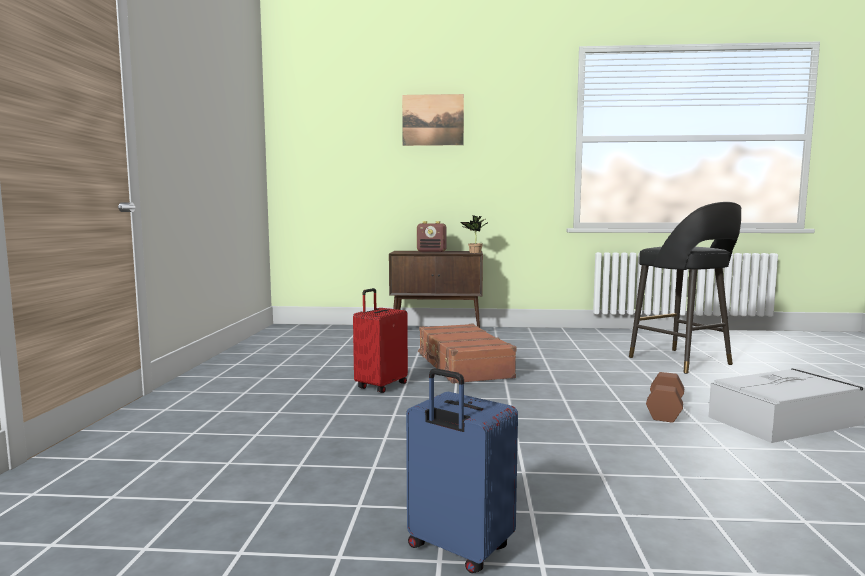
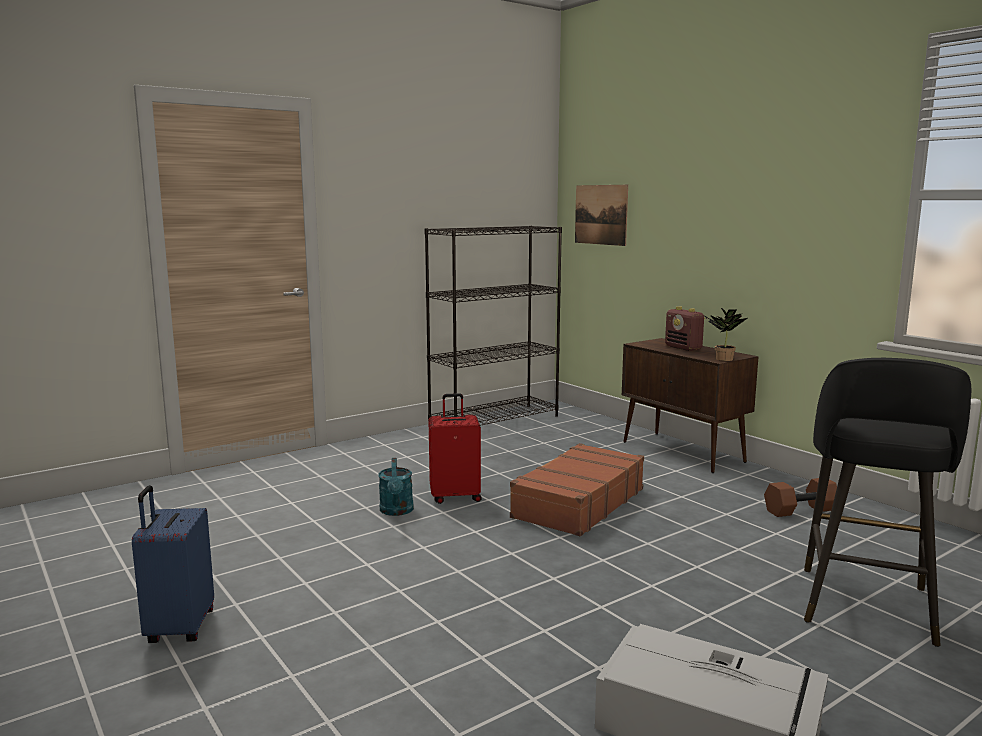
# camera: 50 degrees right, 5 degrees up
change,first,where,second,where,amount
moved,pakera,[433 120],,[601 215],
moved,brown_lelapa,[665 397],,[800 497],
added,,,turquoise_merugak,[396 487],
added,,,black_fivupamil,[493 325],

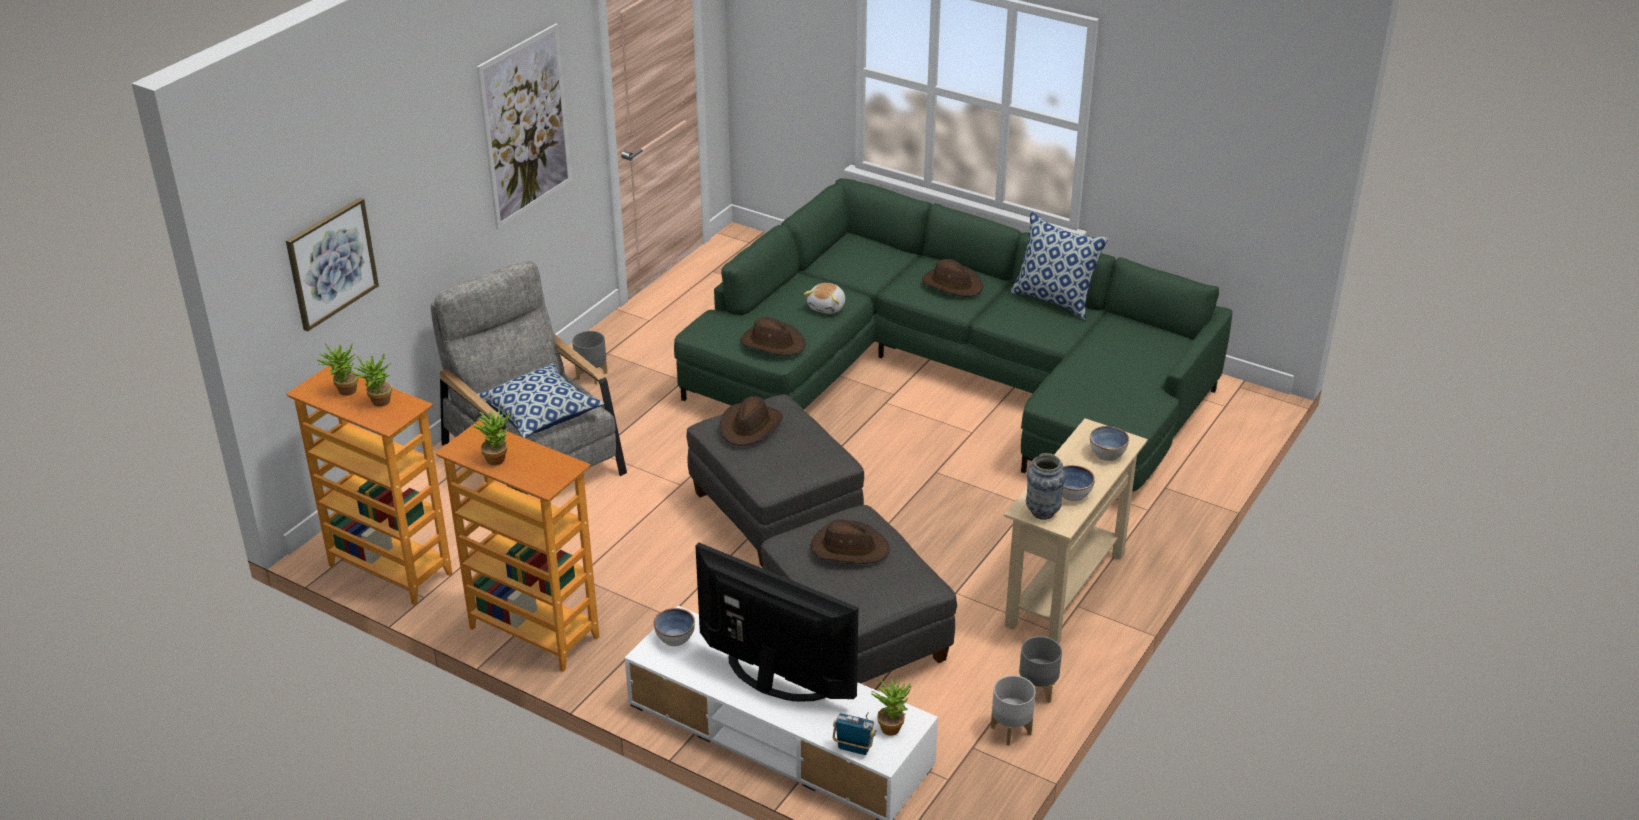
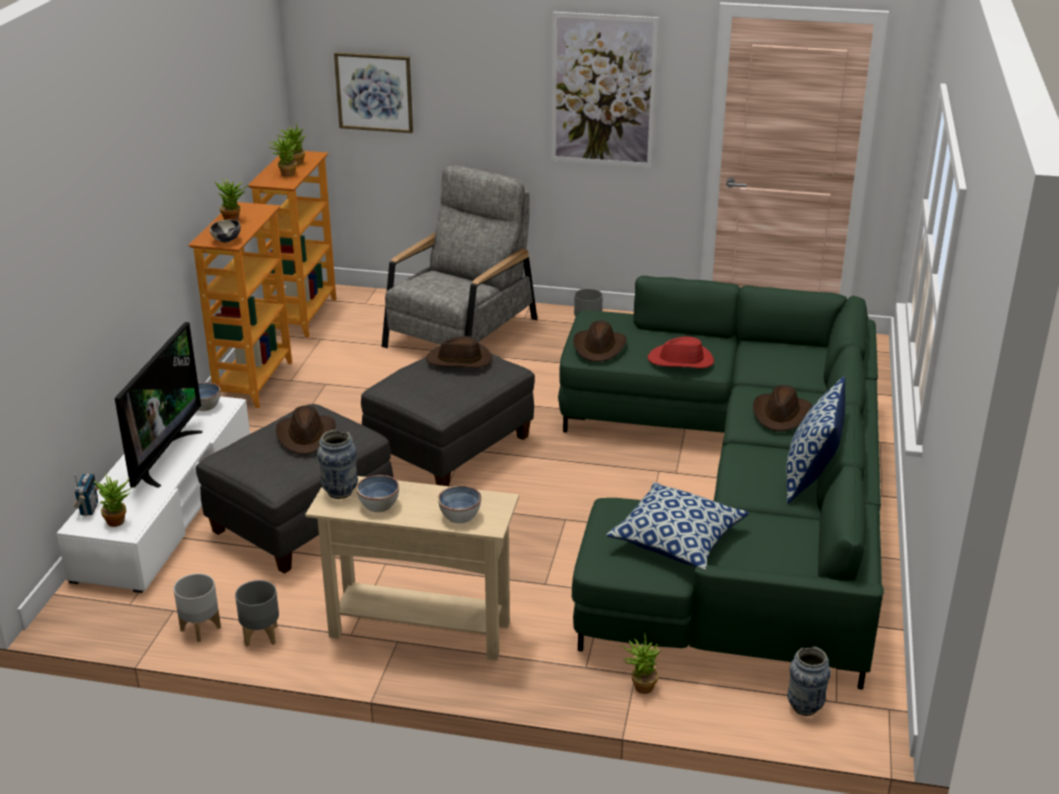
# camera: 70 degrees right, 5 degrees down
change,first,where,second,where,amount
moved,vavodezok,[541 400],,[677 526],
replaced,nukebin,[824 298],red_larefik,[680 352],
added,,,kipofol,[225 231],
added,,,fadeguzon,[641 663],
added,,,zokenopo,[809 681],

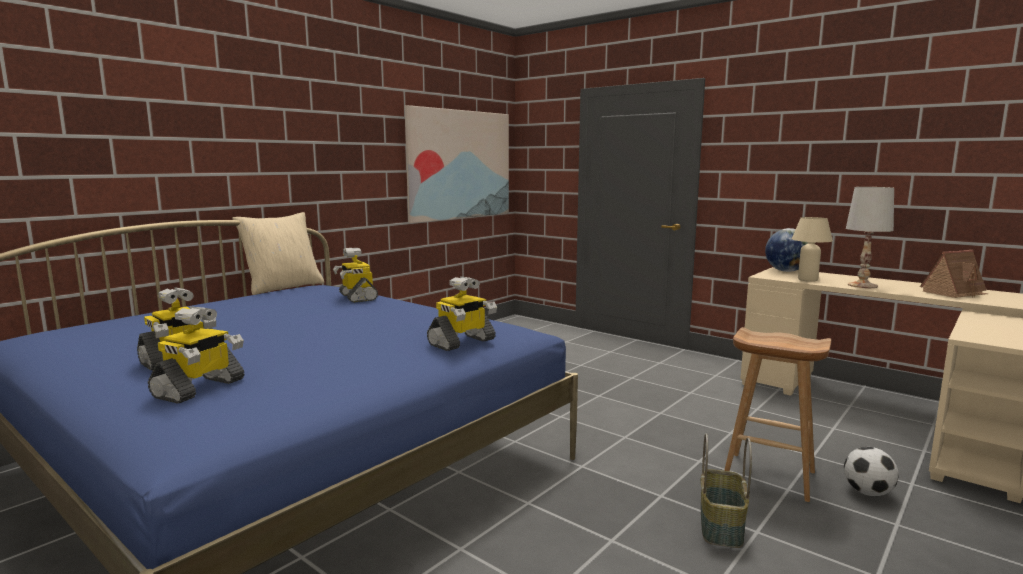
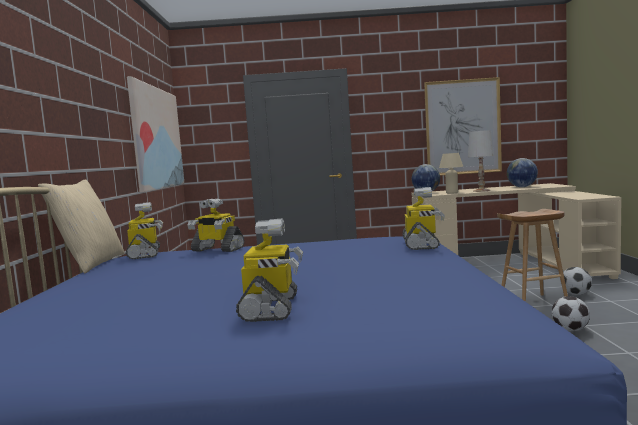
# camera: 40 degrees left, 5 degrees down
change,first,where,second,where,amount
moved,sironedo,[196 355],,[144 230],
replaced,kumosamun,[726 490],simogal,[571 313],
replaced,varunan,[954 274],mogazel,[522 172],
added,,,pakera,[463 126],

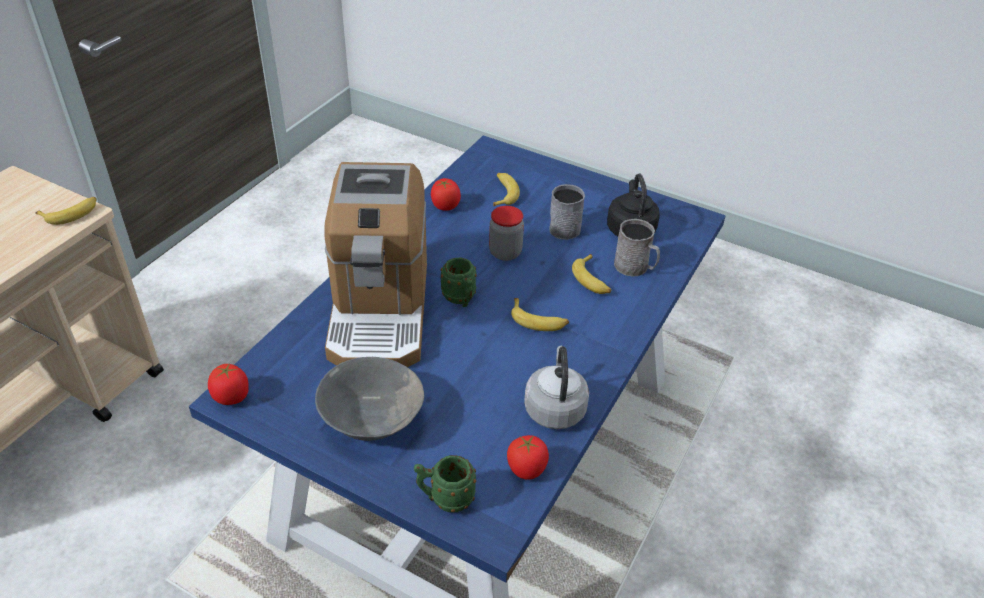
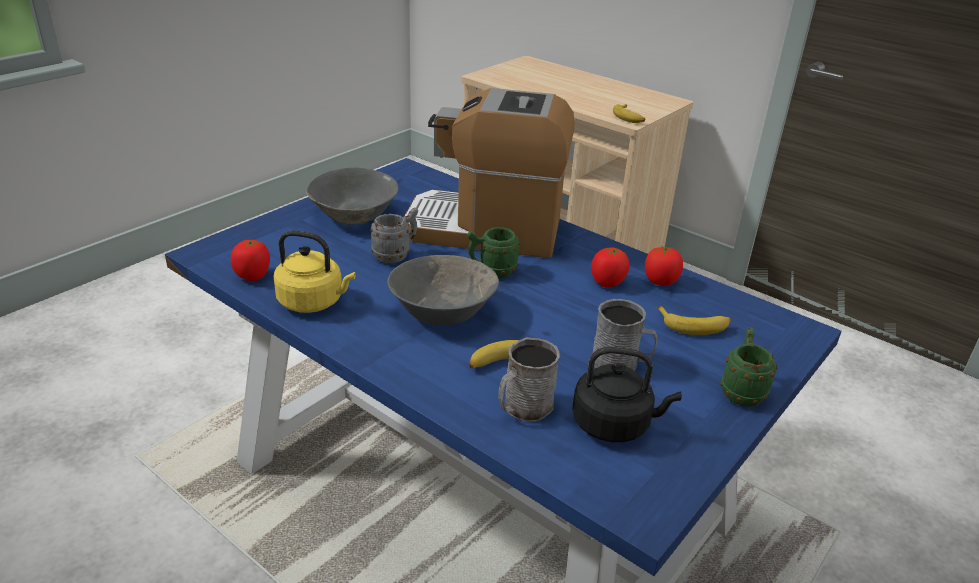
# camera: 100 degrees right, 10 degrees down
change,first,where,second,where,amount
moved,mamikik,[228 384],,[610 267],
moved,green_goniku,[445 483],,[748 367],
removed,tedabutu,[506 233],,,
replaced,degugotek,[540 314],grey_kipofol,[443 290],
recoloured,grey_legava,[556 387],yellow_legava,[315 271],
added,,,grey_goniku,[394 235],

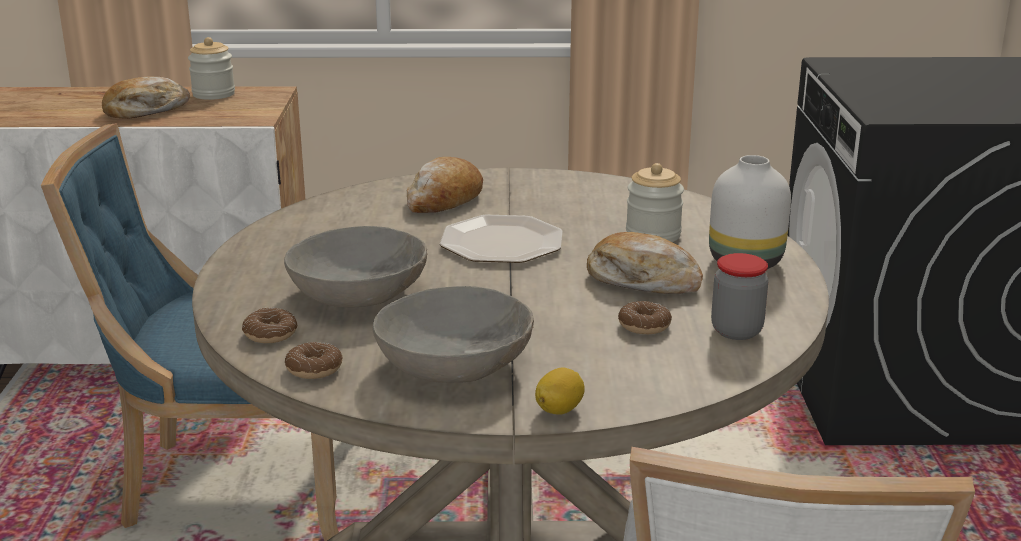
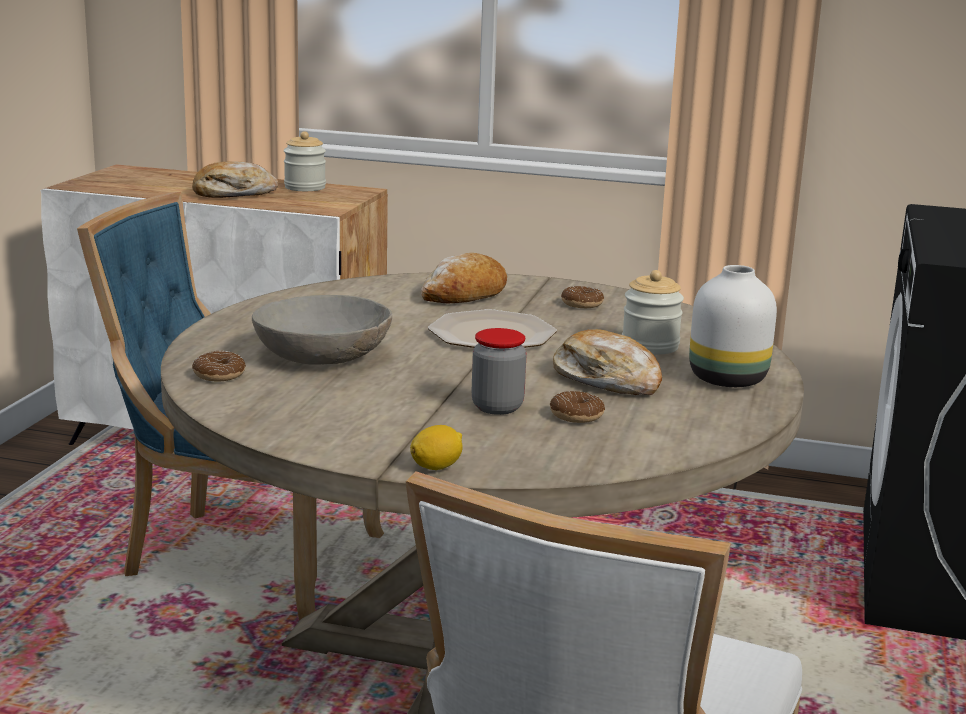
# camera: 15 degrees right, 5 degrees down
change,first,where,second,where,amount
moved,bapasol,[314 360],,[582 297],
removed,grey_kipofol,[453 334],,,
moved,tedabutu,[740 296],,[499 371],

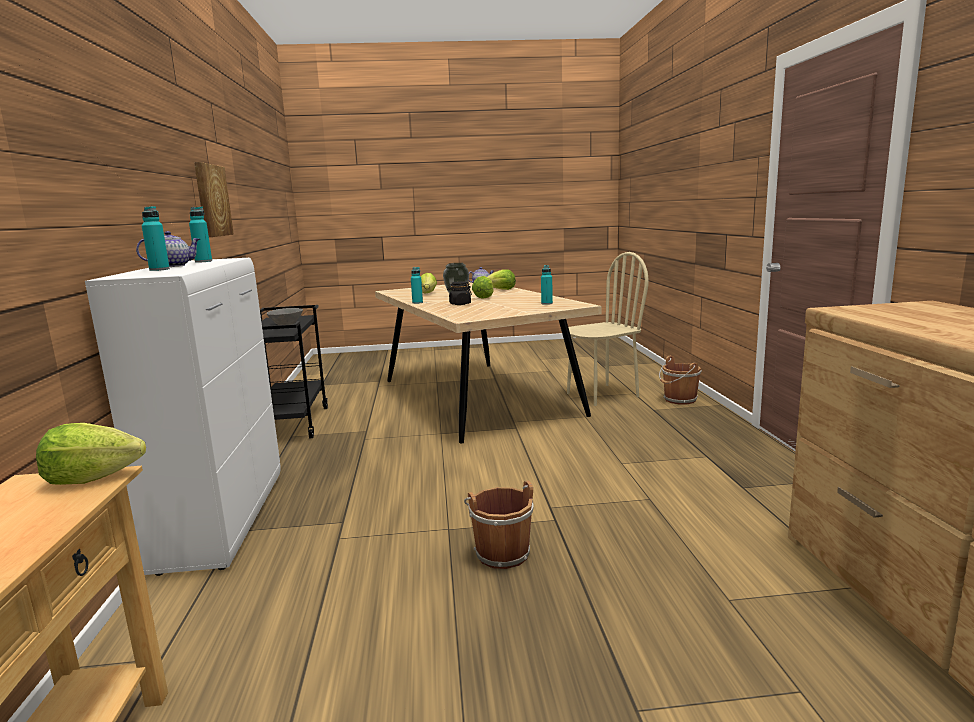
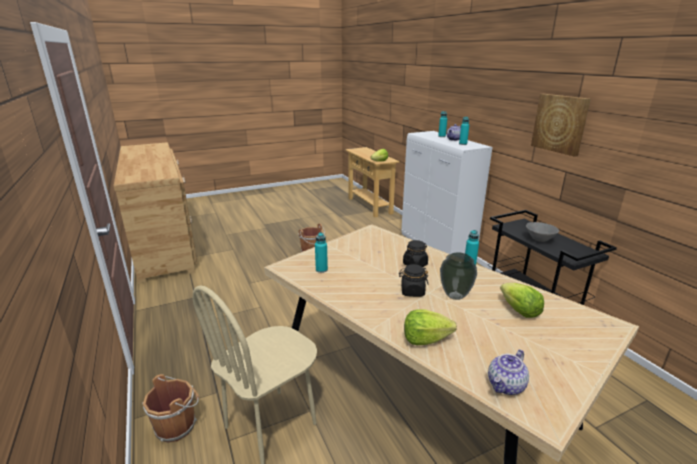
# camera: 160 degrees right, 10 degrees up
change,first,where,second,where,amount
replaced,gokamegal,[483 287],black_tedabutu,[414 280],

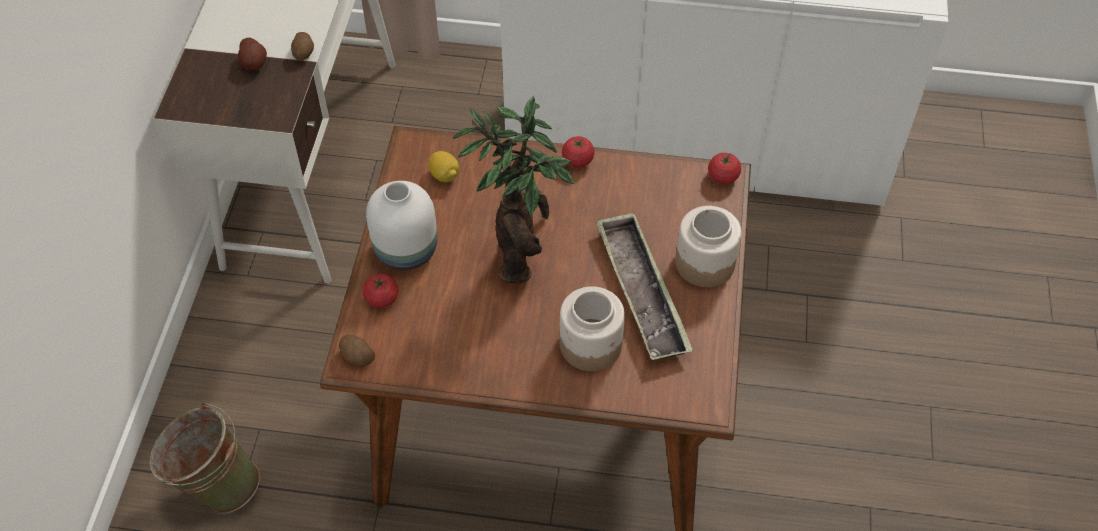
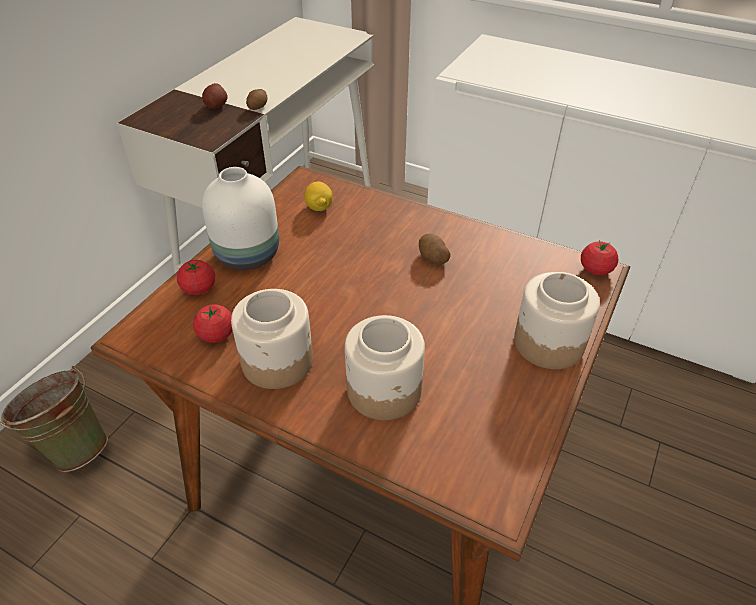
# camera: 20 degrees right, 10 degrees down
change,first,where,second,where,amount
moved,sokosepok,[357 350],,[435 249],
removed,fadeguzon,[513 189],,,
moved,mamikik,[578 152],,[213 323],
removed,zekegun,[644 286],,,
added,,,tedabutu,[272 339],

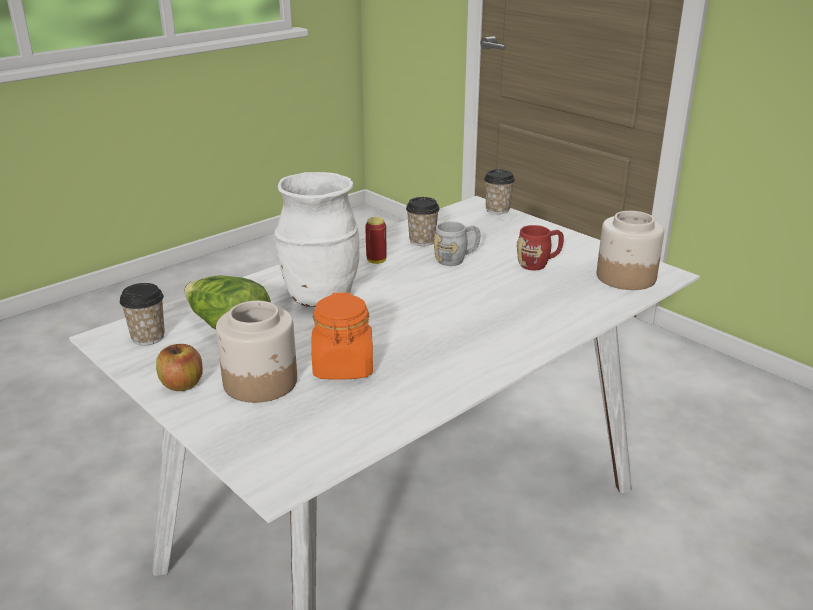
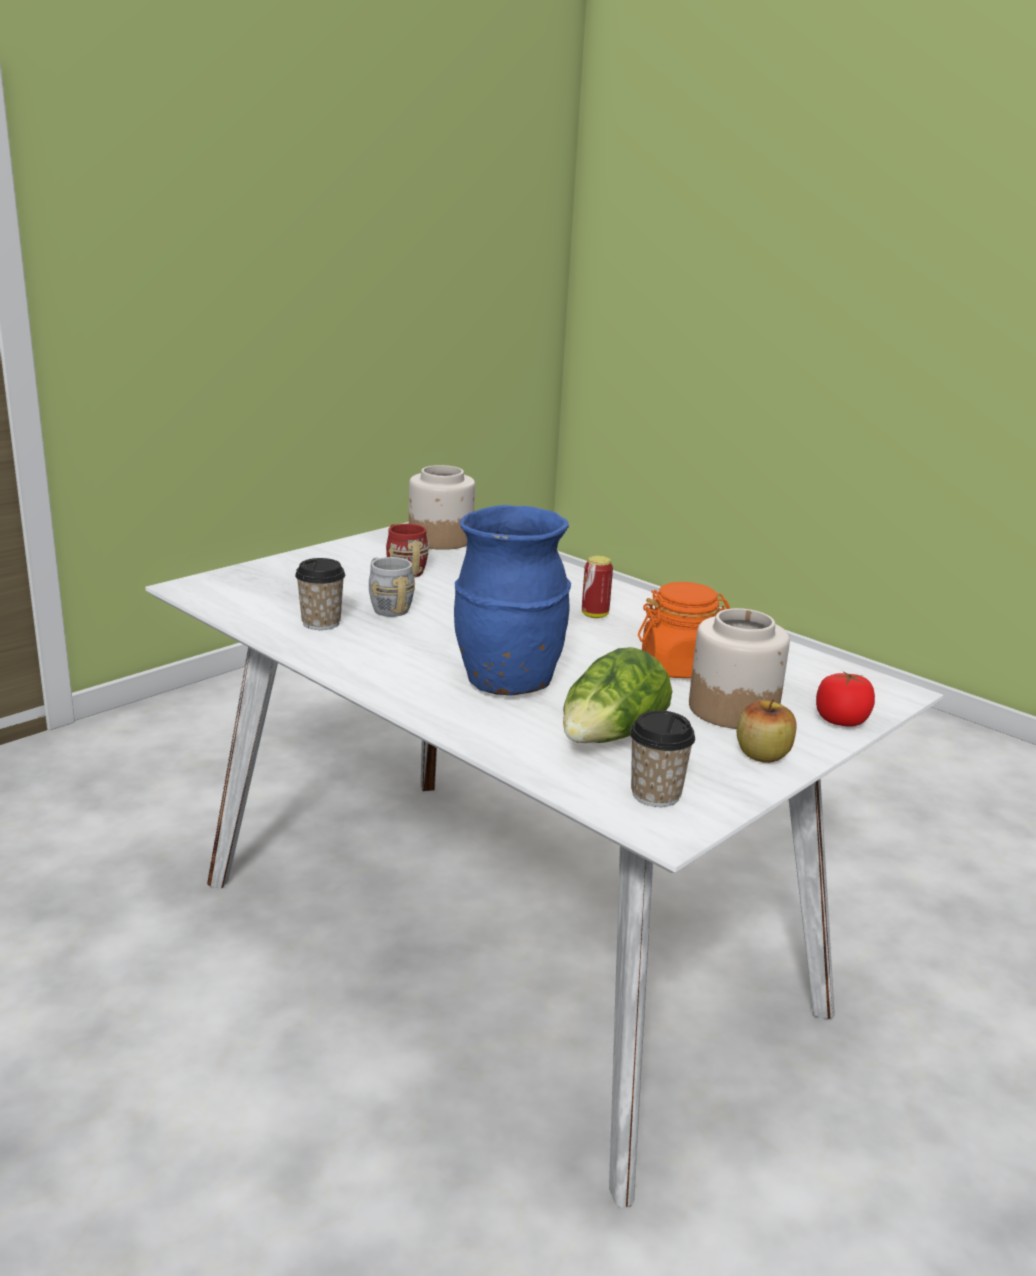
# camera: 95 degrees left, 5 degrees down
change,first,where,second,where,amount
recoloured,white_zokenopo,[317 239],blue_zokenopo,[512 600],
moved,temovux,[375 240],,[597 587],
removed,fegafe,[499 191],,,
added,,,mamikik,[845 699],

